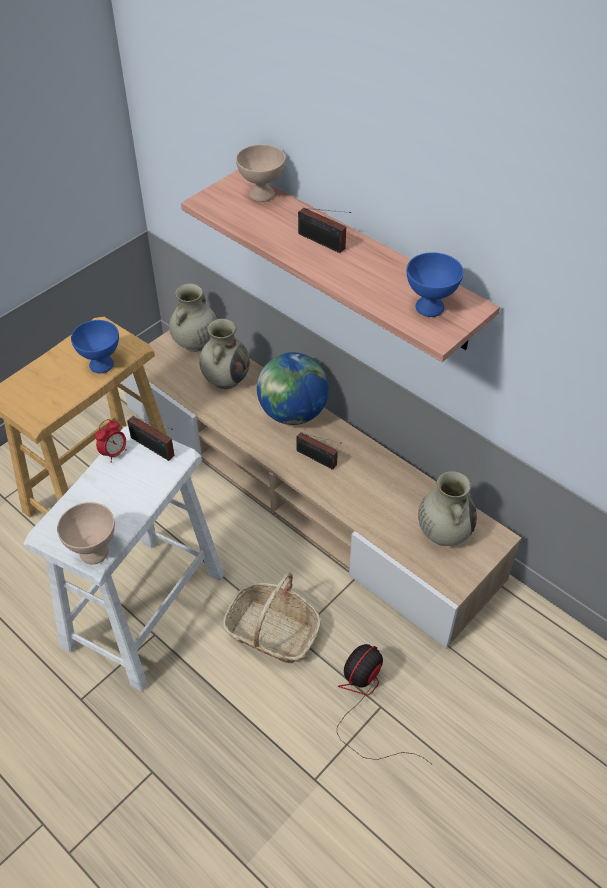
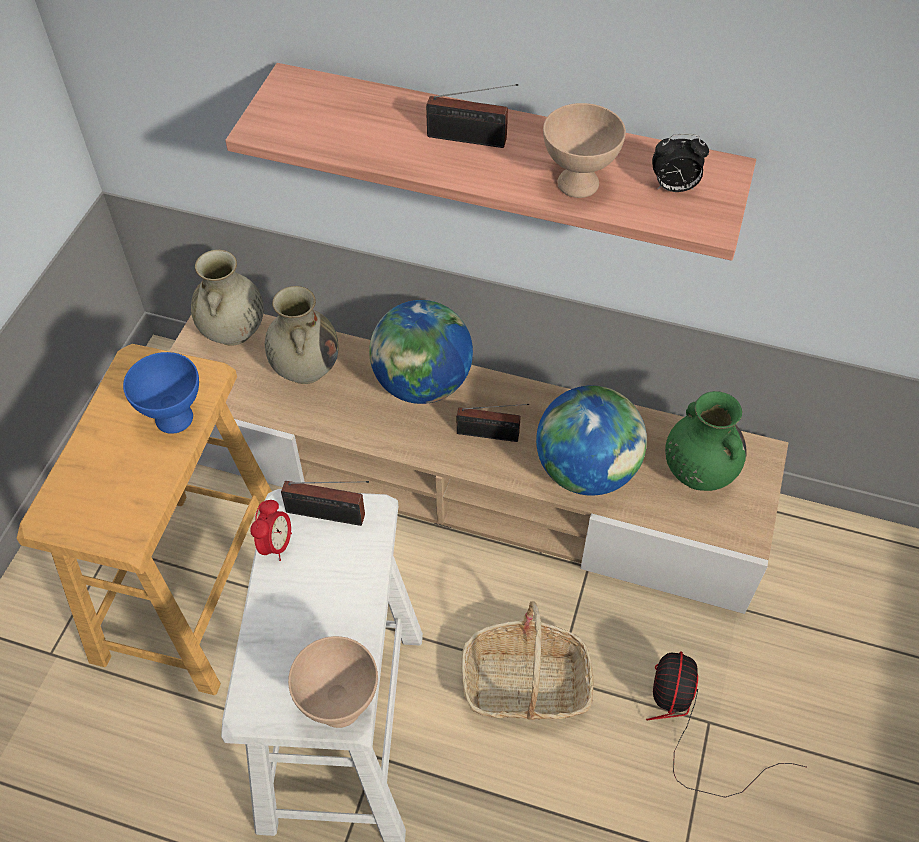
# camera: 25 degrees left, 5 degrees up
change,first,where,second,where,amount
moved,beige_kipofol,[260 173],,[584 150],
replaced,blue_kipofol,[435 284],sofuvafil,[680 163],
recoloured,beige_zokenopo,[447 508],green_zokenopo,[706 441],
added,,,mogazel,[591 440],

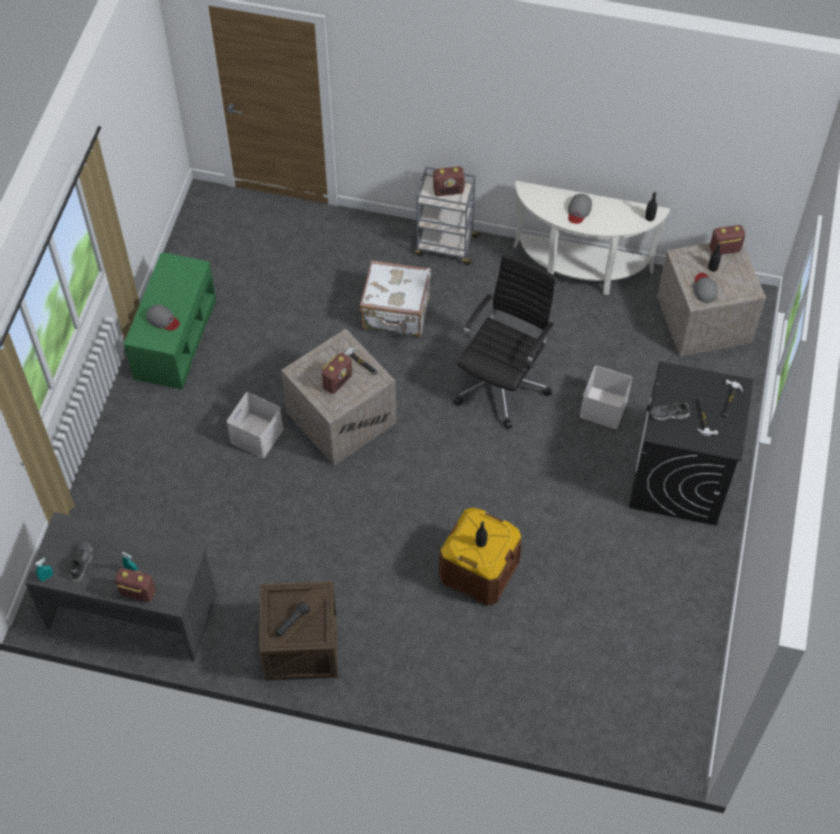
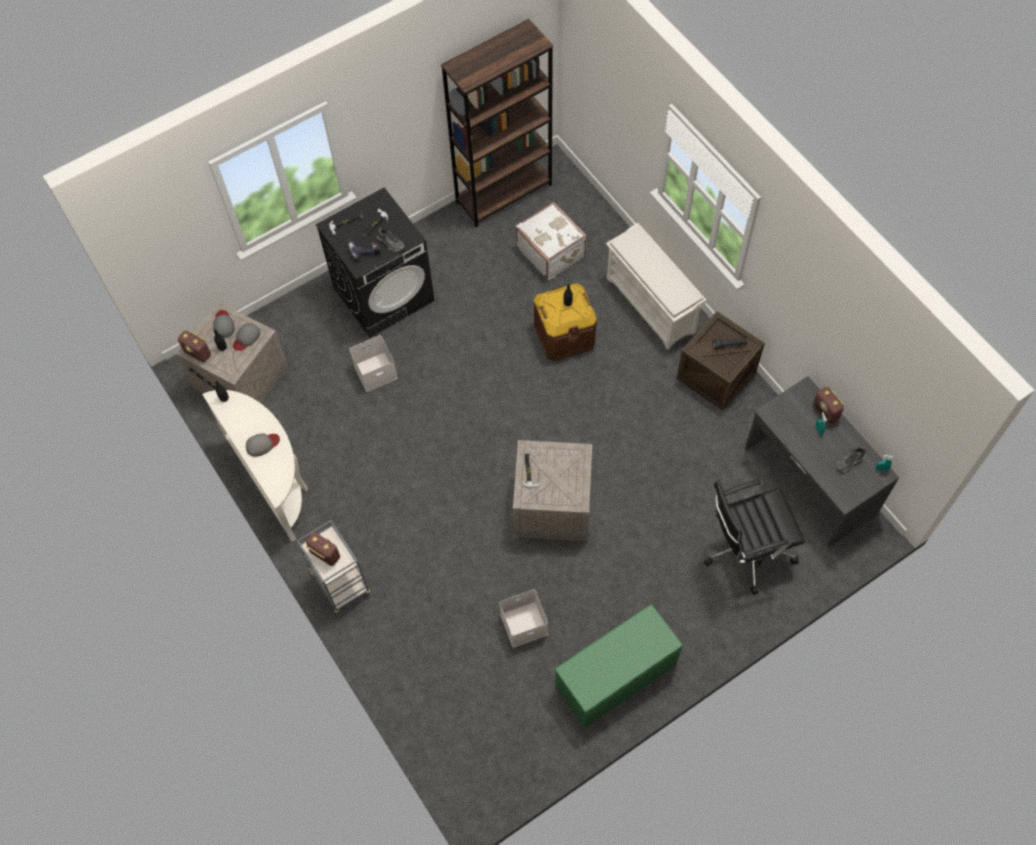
# camera: 135 degrees left, 5 degrees up
change,first,where,second,where,amount
moved,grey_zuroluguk,[163 317],,[224 324],
moved,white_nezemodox,[255 425],,[523 618],
removed,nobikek,[337 373],,,
moved,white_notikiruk,[395 298],,[551 241],
moved,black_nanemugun,[505 341],,[754 537],
added,,,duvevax,[364 249],
added,,,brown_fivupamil,[497 123],
added,,,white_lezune,[656 286],

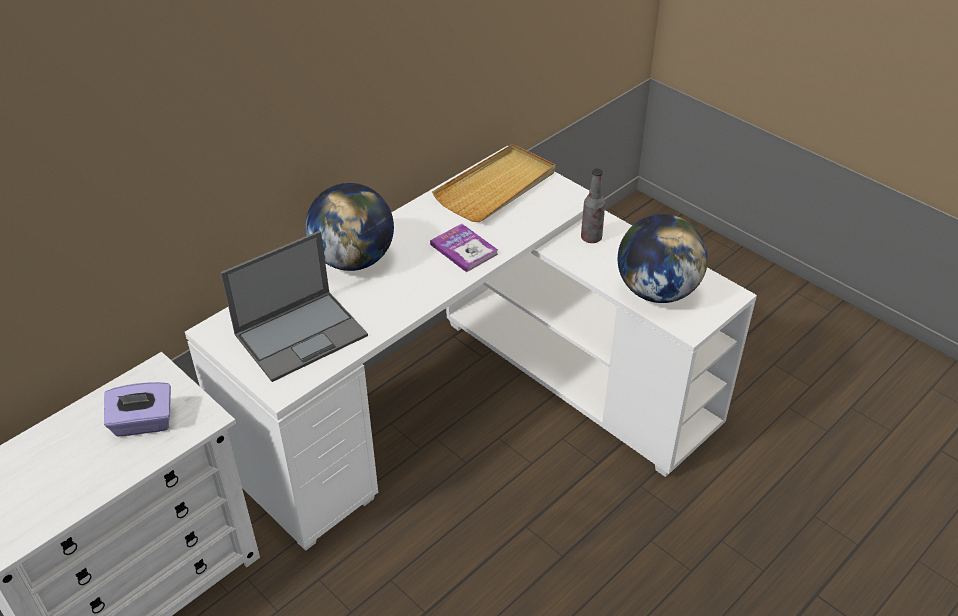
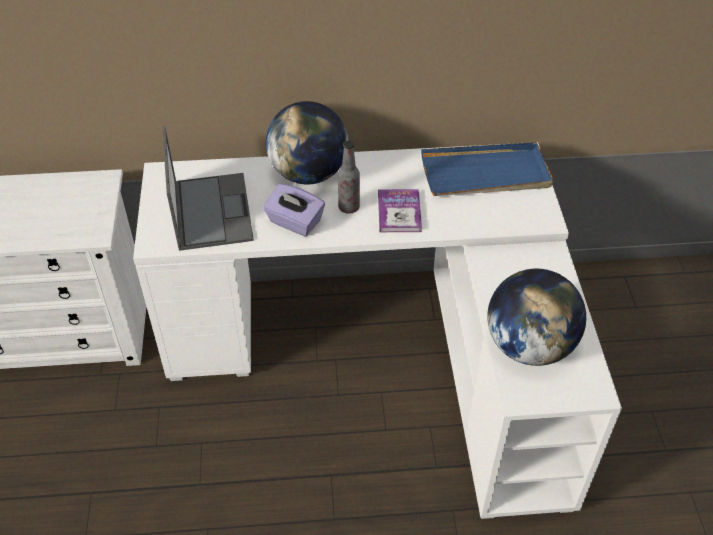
# camera: 40 degrees right, 5 degrees up
change,first,where,second,where,amount
moved,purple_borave,[137 409],,[294 210],
turned,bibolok,[294 306],,[208 188],105 degrees counterclockwise
recoloured,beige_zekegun,[493 183],blue_zekegun,[487 169],
moved,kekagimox,[593 205],,[349 177],

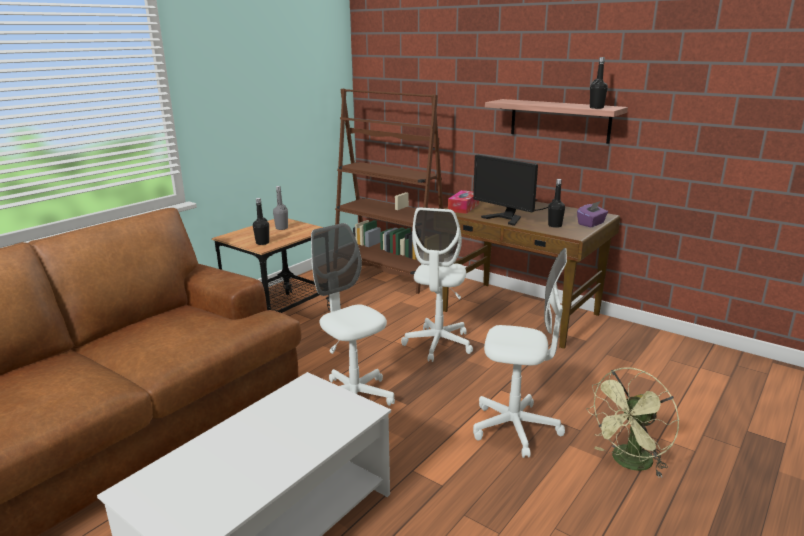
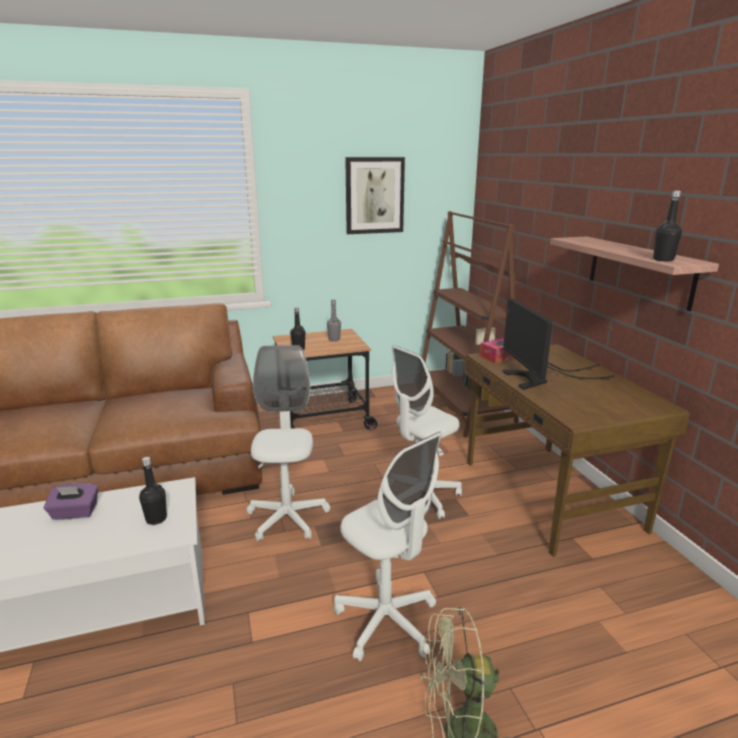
# camera: 35 degrees right, 0 degrees up
change,first,where,second,where,amount
moved,black_kekagimox,[556 203],,[153 491],
moved,purple_borave,[592 214],,[71 501],
added,,,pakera,[375 195],

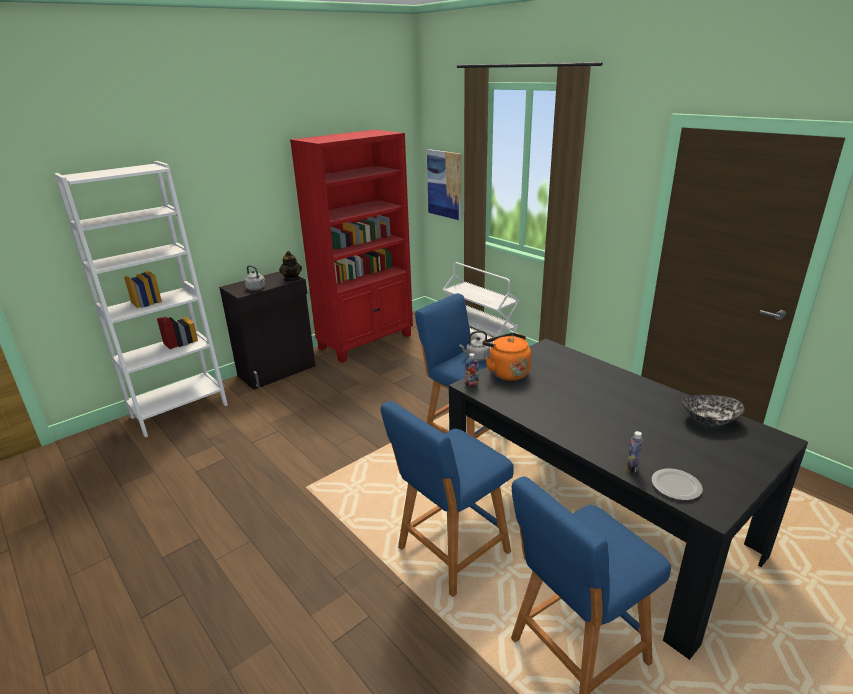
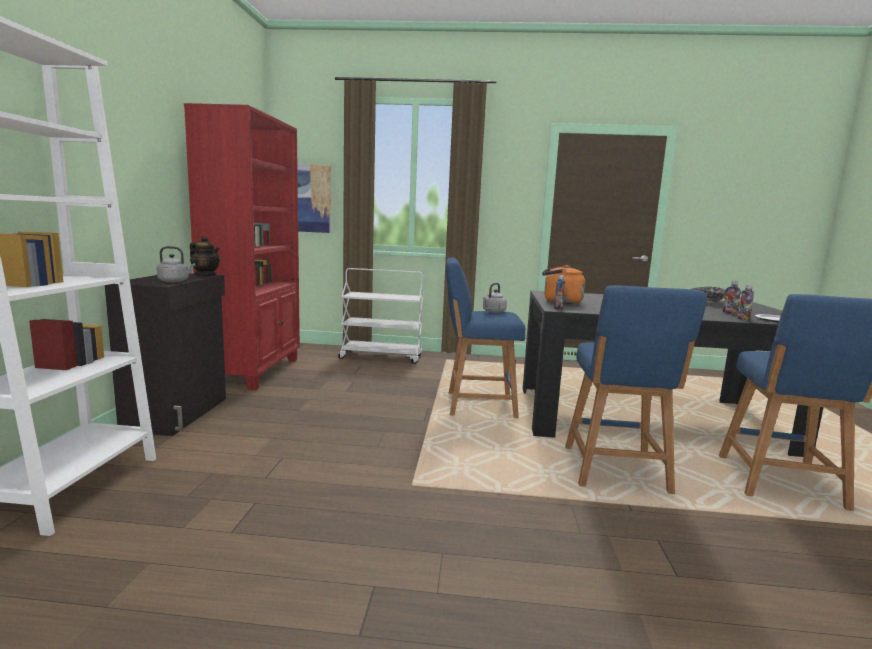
# camera: 45 degrees left, 15 degrees down
change,first,where,second,where,amount
added,,,kekagimox,[731 297],

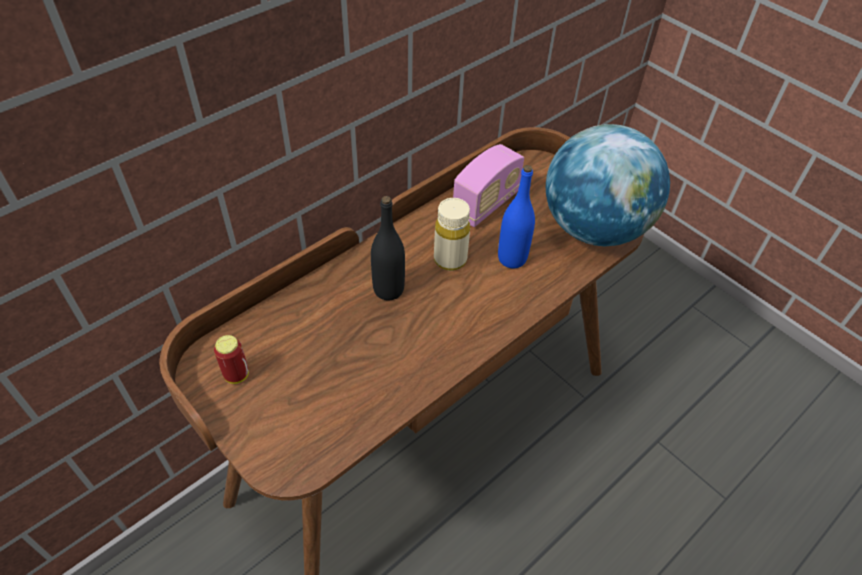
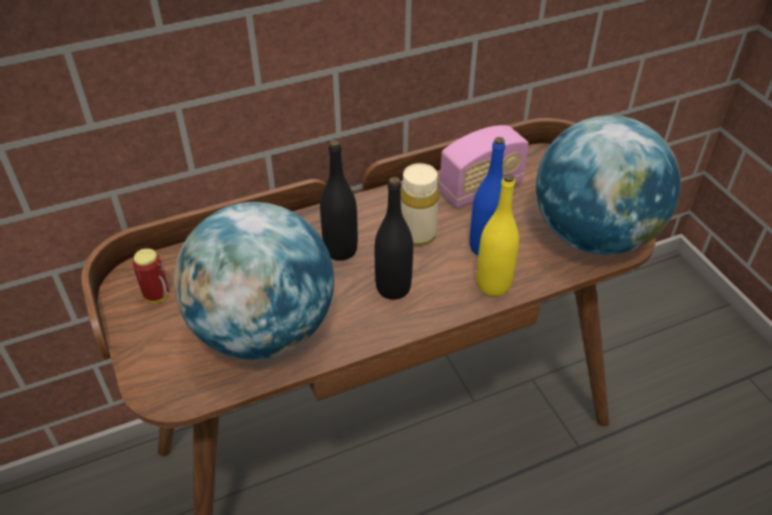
# camera: 20 degrees right, 5 degrees down
change,first,where,second,where,amount
added,,,mogazel,[254 281],
added,,,black_kekagimox,[394 238],
added,,,yellow_kekagimox,[497 234],

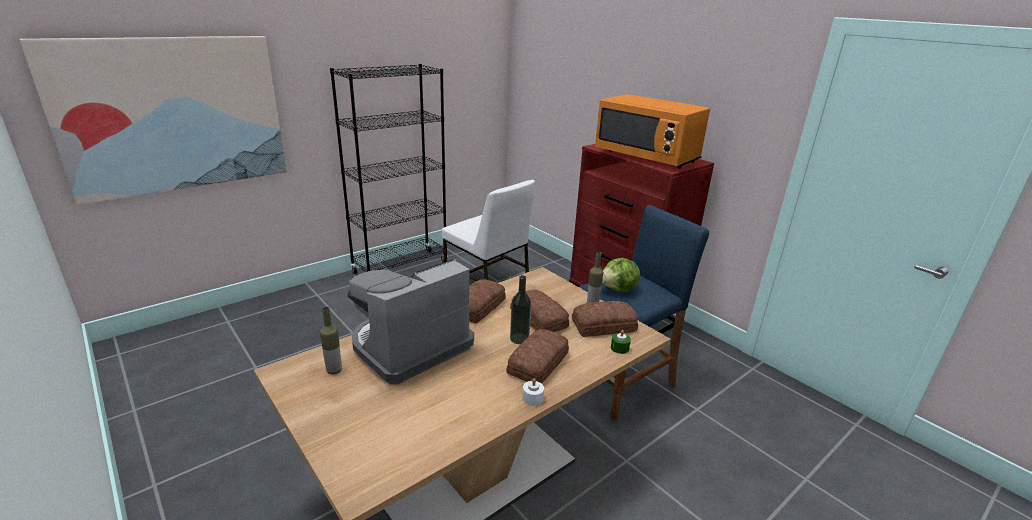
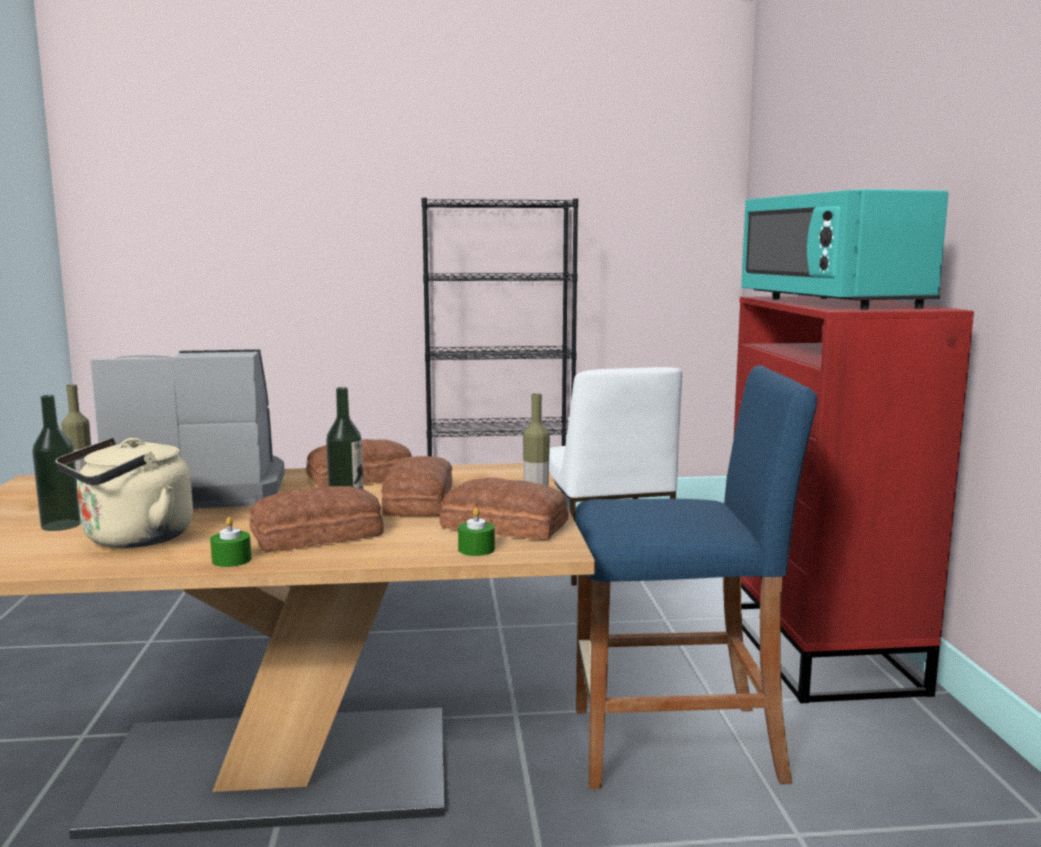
# camera: 35 degrees right, 15 degrees down
change,first,where,second,where,amount
removed,pakera,[153 120],,,
recoloured,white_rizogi,[533 392],green_rizogi,[230 542],
recoloured,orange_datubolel,[652 131],turquoise_datubolel,[844 249],
removed,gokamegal,[621 274],,,
added,,,kekagimox,[56 463],
added,,,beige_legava,[124 493],

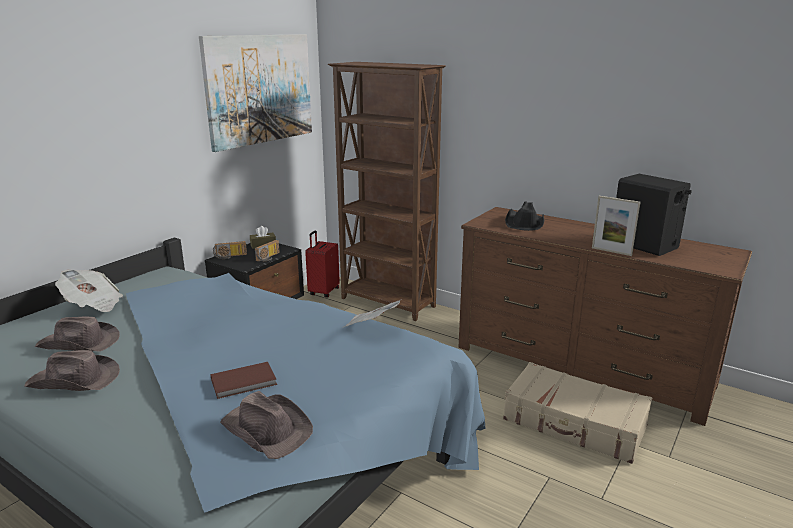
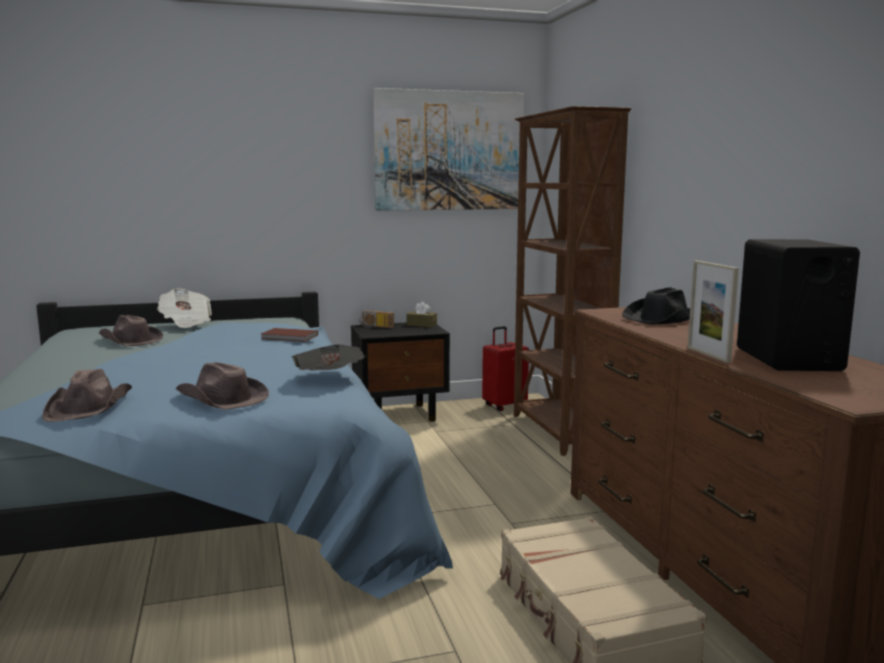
# camera: 40 degrees right, 10 degrees down
change,first,where,second,where,amount
moved,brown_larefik,[72 370],,[222 386],
moved,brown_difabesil,[243 380],,[289 335],
removed,nobikek,[267 251],,,

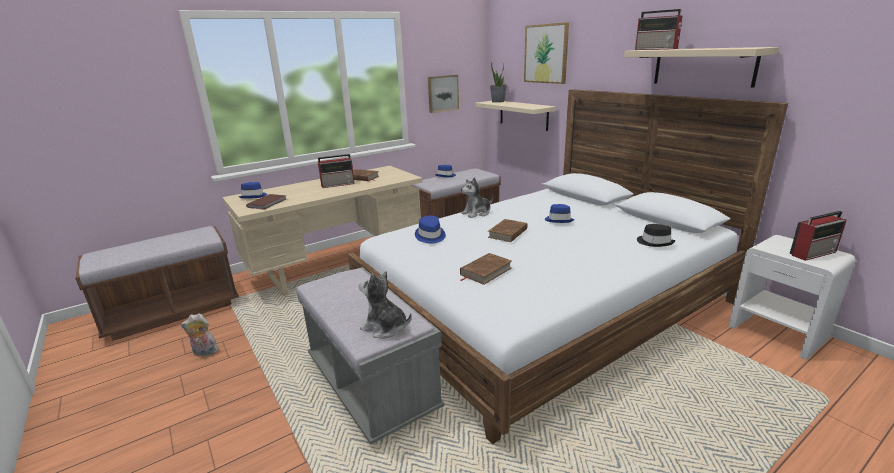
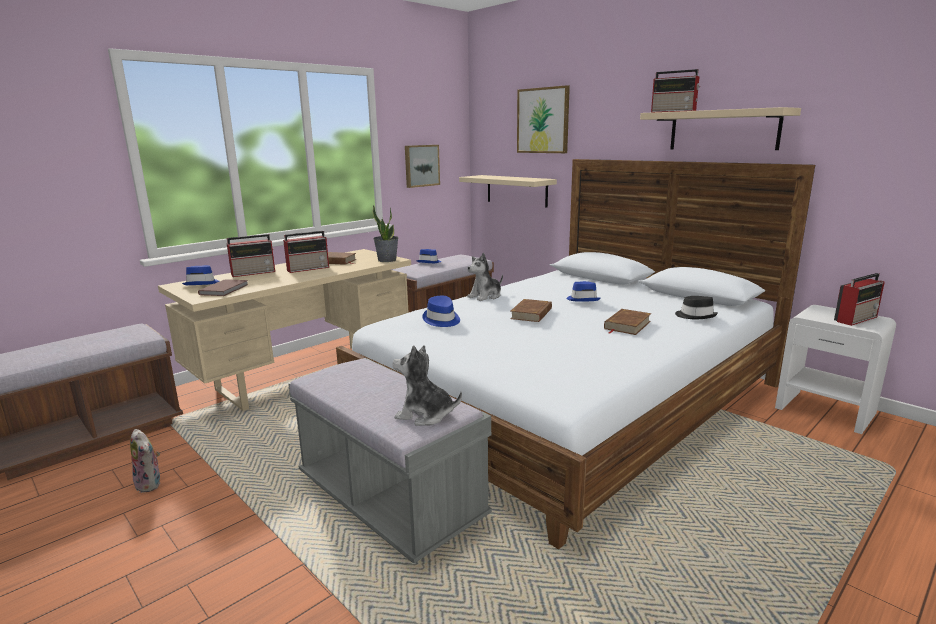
# camera: 10 degrees left, 5 degrees down
change,first,where,second,where,amount
turned,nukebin,[200 335],,[145 461],120 degrees counterclockwise
moved,brown_difabesil,[486 269],,[627 322],
moved,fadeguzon,[498 82],,[385 234],
added,,,nobikek,[251 255],

